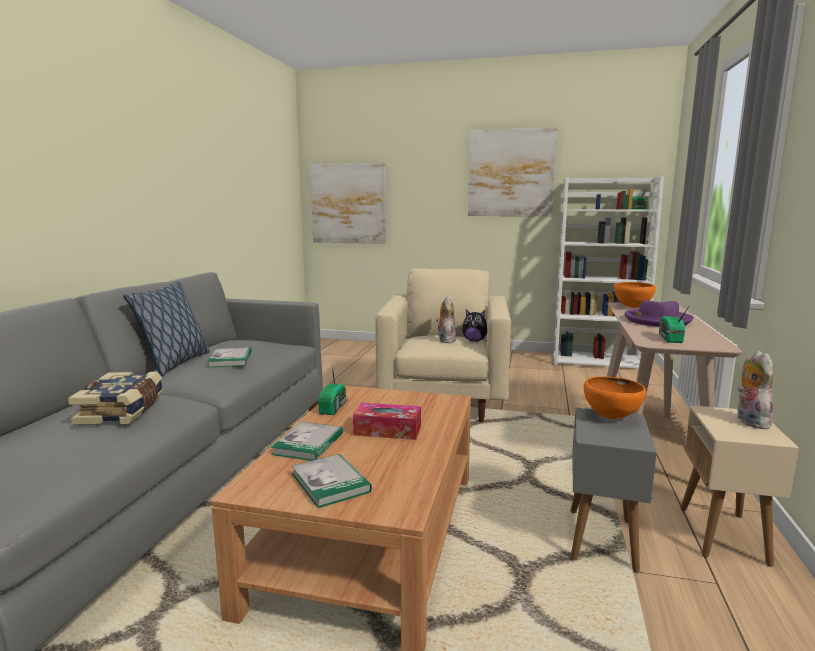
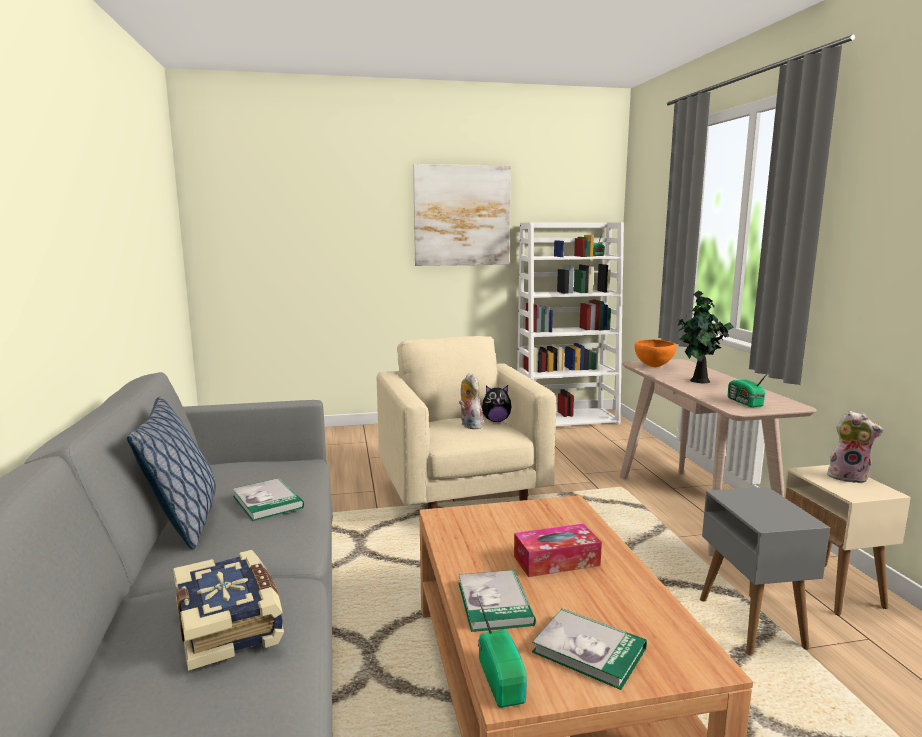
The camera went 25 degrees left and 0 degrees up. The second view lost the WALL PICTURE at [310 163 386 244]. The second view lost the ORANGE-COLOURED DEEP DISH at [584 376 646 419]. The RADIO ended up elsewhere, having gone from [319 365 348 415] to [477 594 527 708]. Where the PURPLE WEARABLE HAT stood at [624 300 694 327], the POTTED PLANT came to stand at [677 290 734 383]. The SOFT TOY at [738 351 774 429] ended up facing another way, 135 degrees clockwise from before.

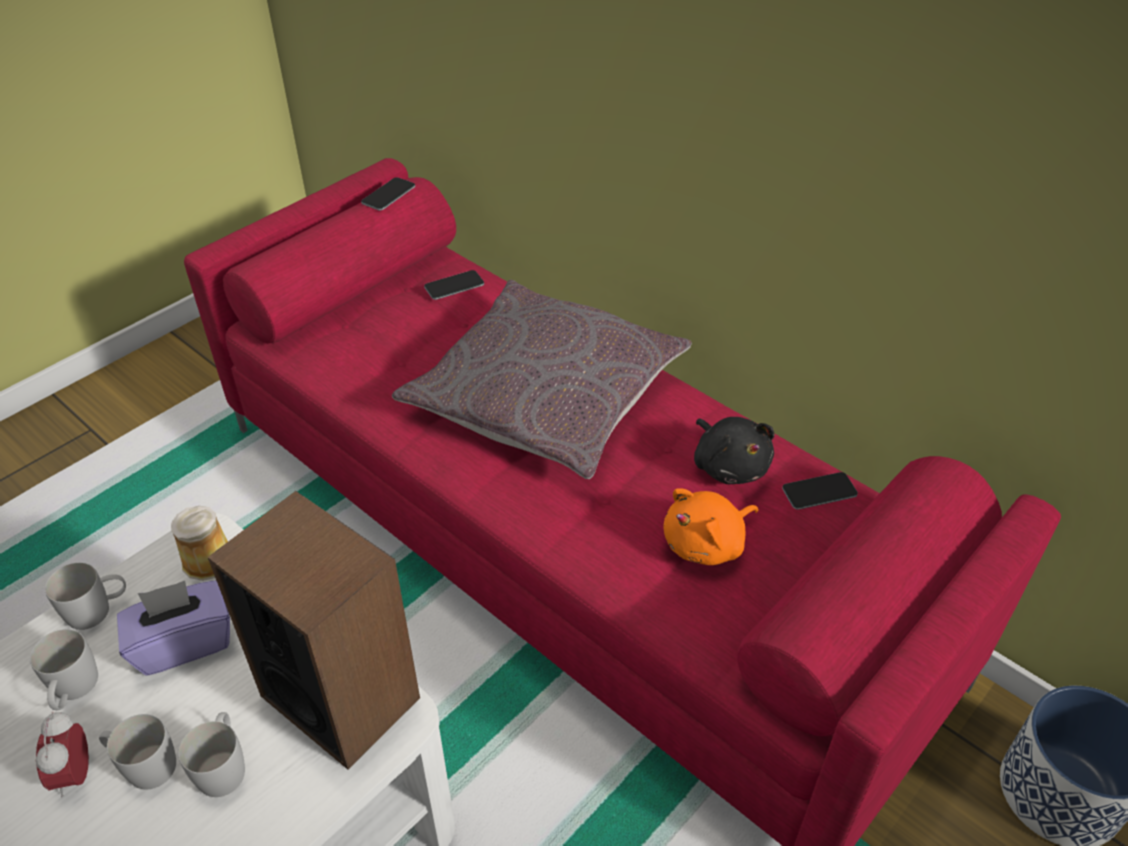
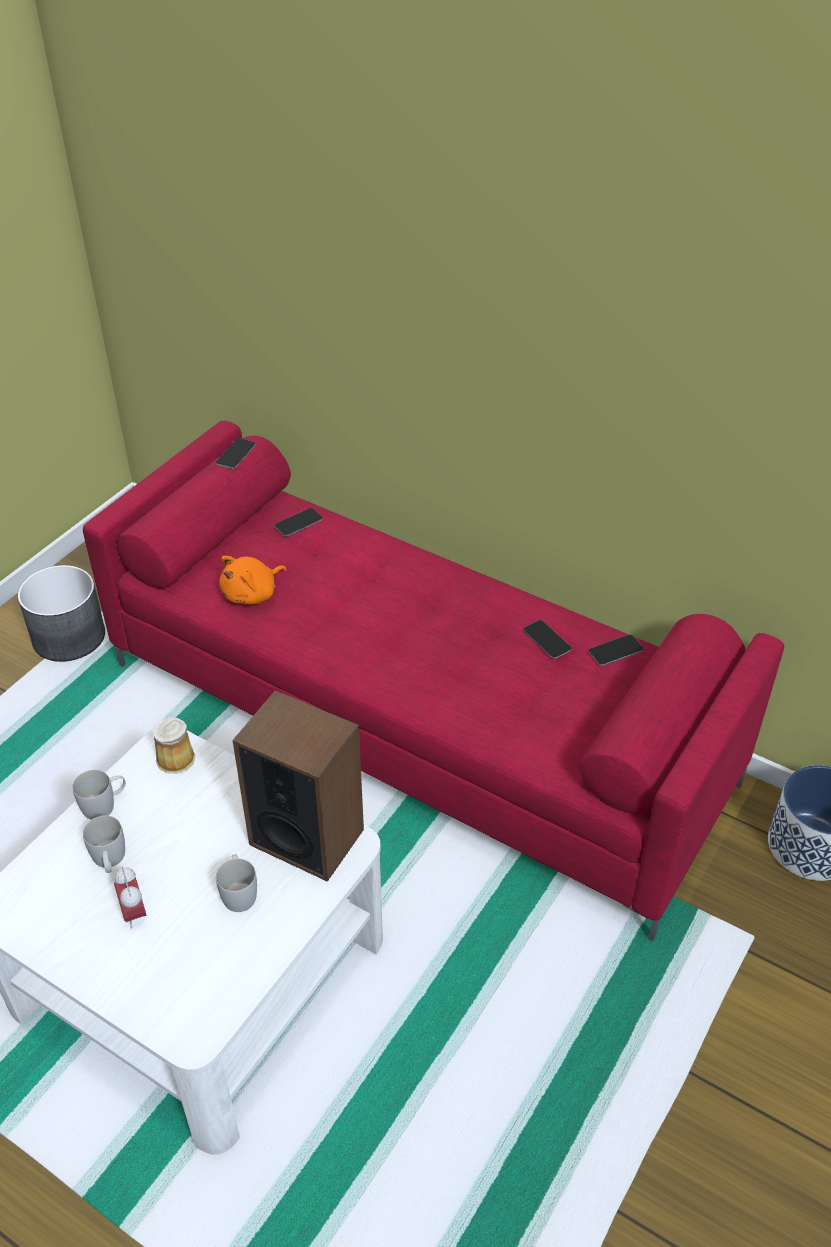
The camera went 10 degrees left and 0 degrees up. The second view lost the WHITISH COFFEE MUG at [99 714 176 790]. The second view lost the PURPLE BOX OF TISSUES at [117 580 230 675]. The second view lost the GREYISH THROW PILLOW at [392 280 692 479]. The second view gained the GREYISH FLOWER POT at [18 565 105 662]. The ORANGE-COLOURED SOFT TOY ended up elsewhere, having gone from [664 488 759 565] to [219 556 287 605]. Where the BLACKISH SOFT TOY stood at [694 417 775 484], the TELEPHONE came to stand at [523 620 572 659].

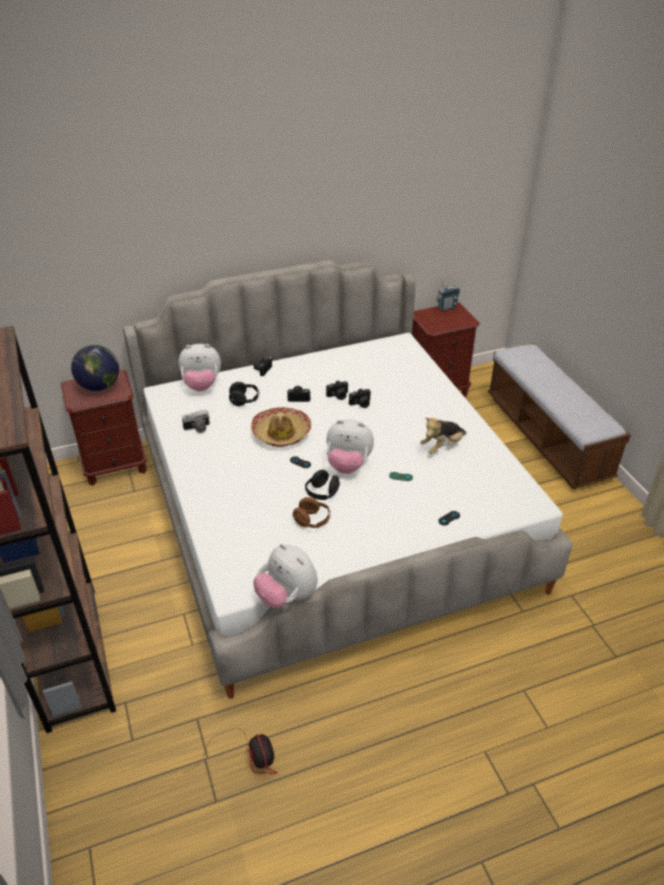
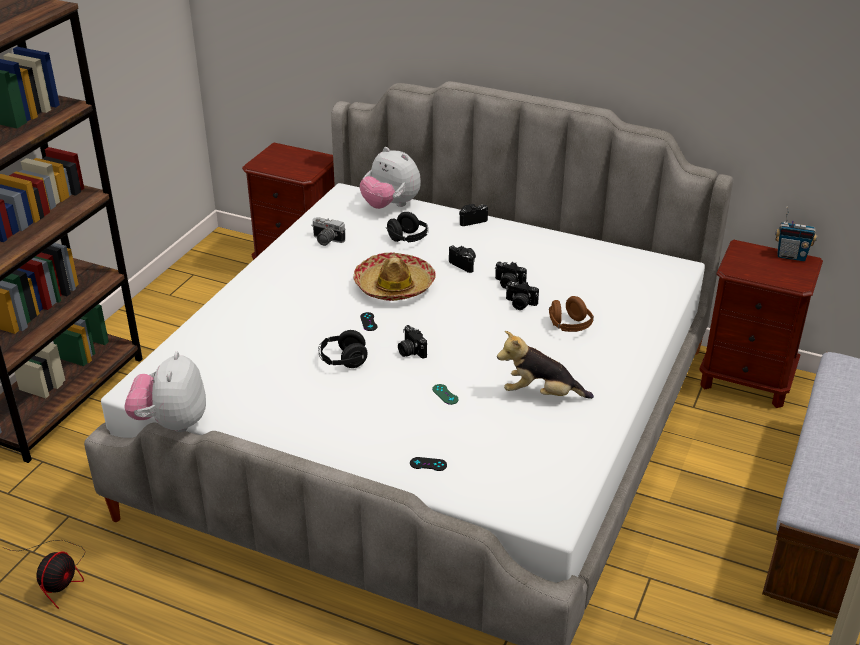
The camera went 45 degrees right and 5 degrees down. The second view lost the DESK GLOBE at [71 345 119 391]. The BROWN HEADSET ended up elsewhere, having gone from [292 497 331 528] to [549 296 594 332]. Where the SOFT TOY stood at [326 419 374 474], the STILL CAMERA came to stand at [398 325 427 359].

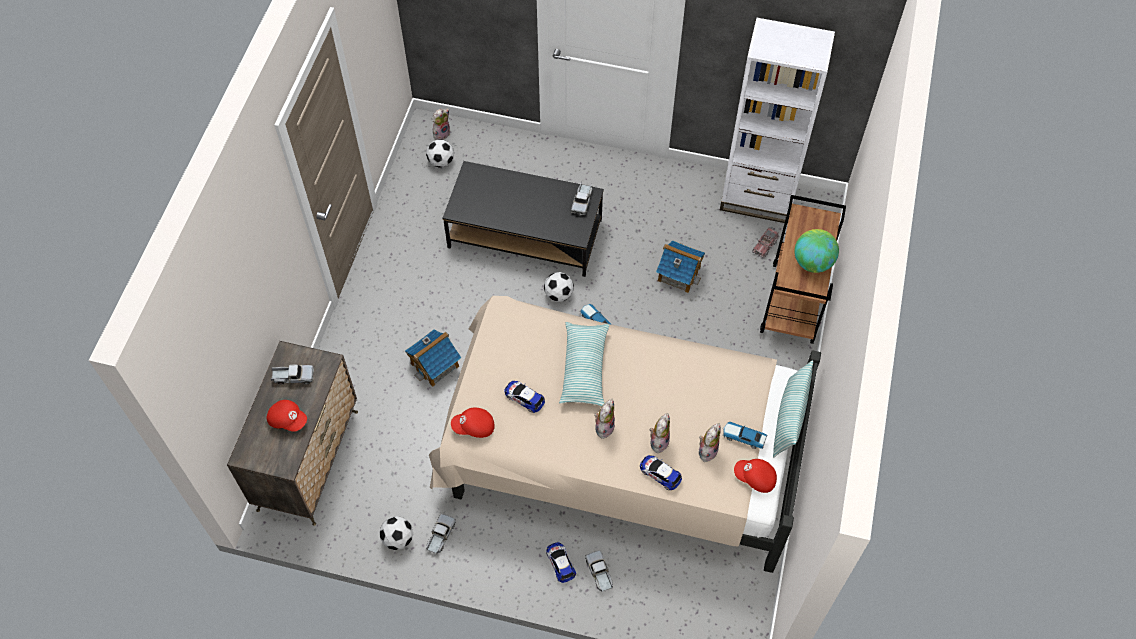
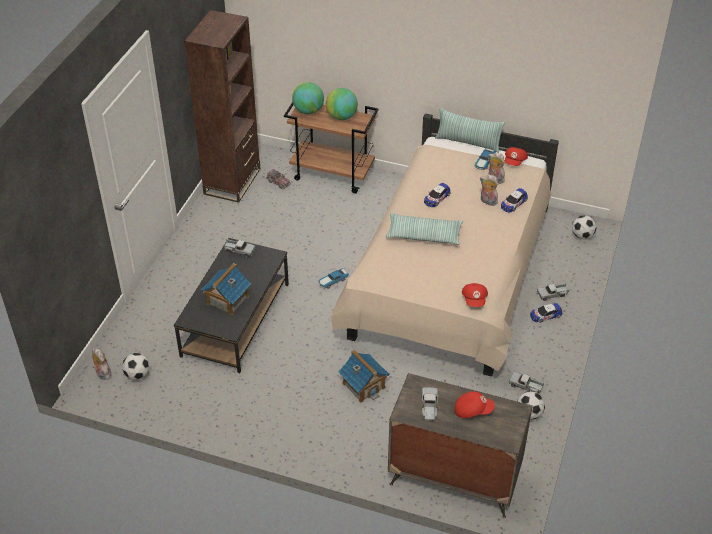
The camera went 85 degrees left and 15 degrees down. The second view lost the SOFT TOY at [594 399 615 439]. The second view gained the DESK GLOBE at [292 82 324 114]. The TOY CAR ended up elsewhere, having gone from [504 381 545 413] to [424 183 451 207]. The FOOTBALL BALL ended up elsewhere, having gone from [544 272 574 302] to [572 215 597 239]. The TOY HOUSE ended up elsewhere, having gone from [656 240 705 293] to [201 263 251 315]. What was the WHITISH BOOKSHELF at [720 18 835 224] turned into the BROWN BOOKSHELF at [184 10 260 203]. The RED-COLOURED BASEBALL CAP at [267 400 307 432] ended up facing another way, 60 degrees clockwise from before.

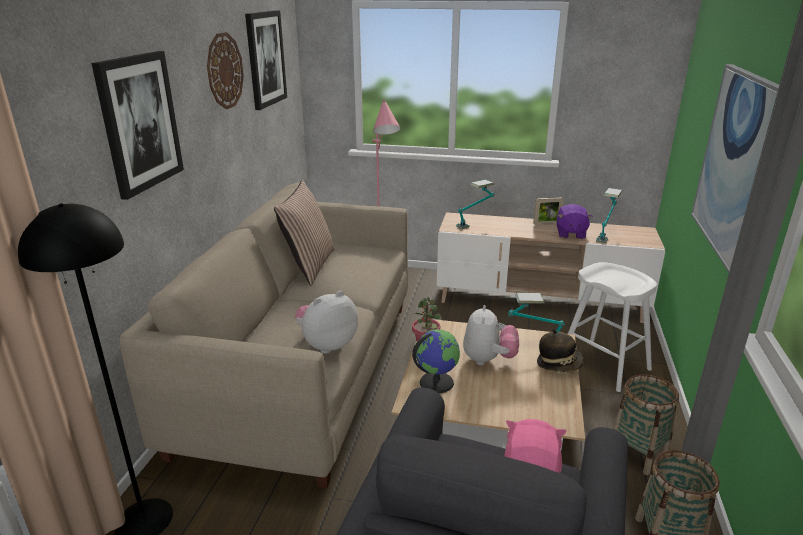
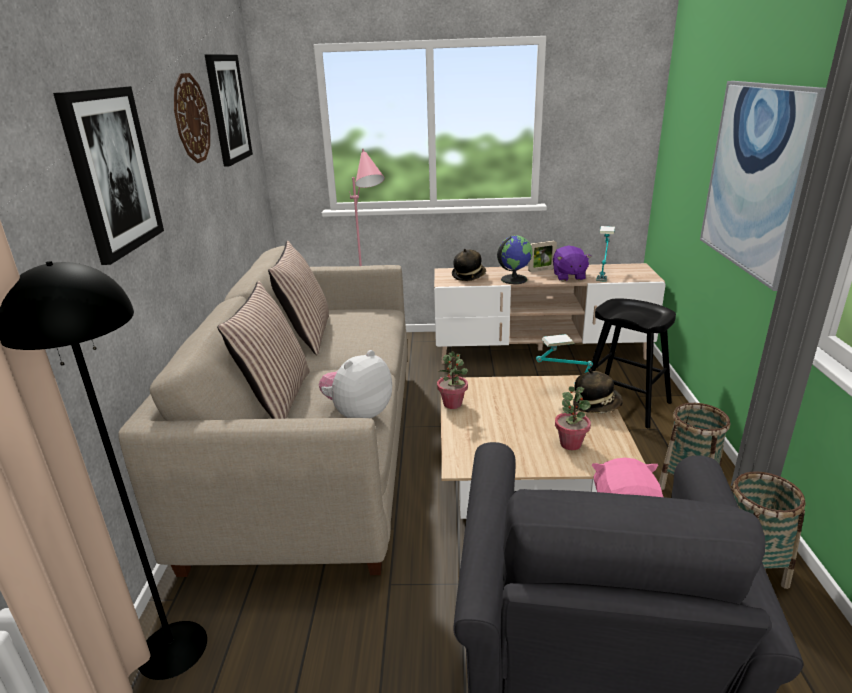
The camera went 10 degrees left and 0 degrees up. The second view lost the SOFT TOY at [463 305 519 365]. The second view gained the THROW PILLOW at [217 281 310 419]. The second view gained the POTTED PLANT at [555 386 591 450]. The DESK GLOBE ended up elsewhere, having gone from [412 329 460 393] to [497 235 533 284]. Where the TABLE LAMP stood at [456 180 494 229], the WEARABLE HAT came to stand at [452 249 486 281]. What was the WHITISH STOOL SEAT at [568 262 657 392] turned into the BLACKISH STOOL SEAT at [590 298 676 428].

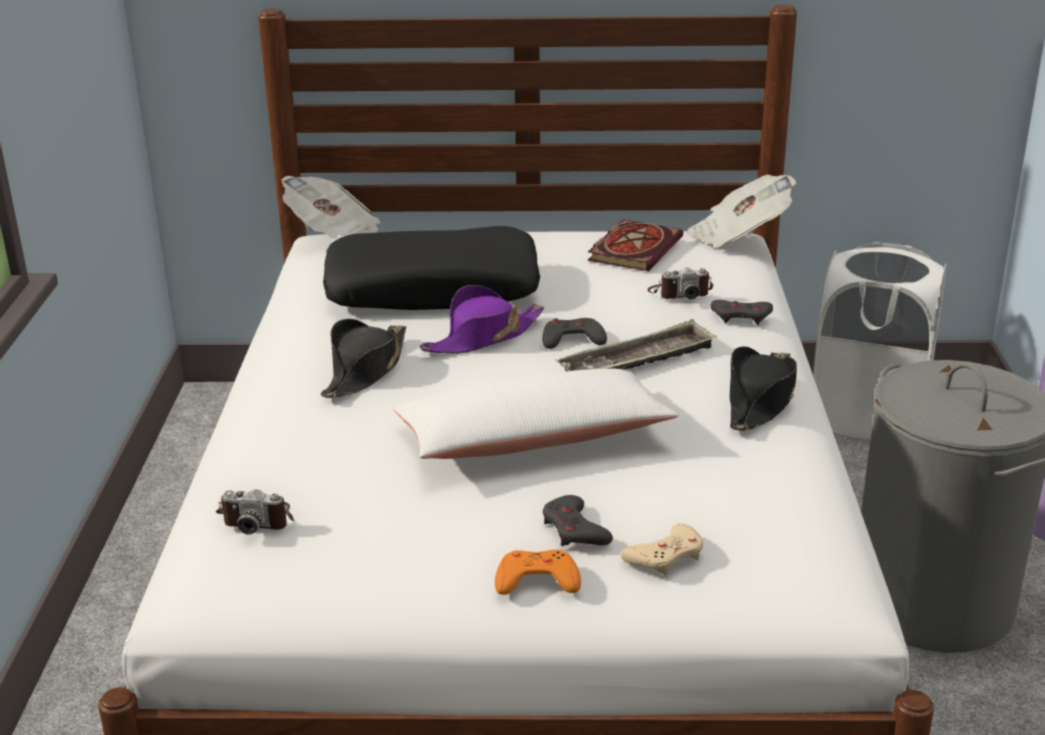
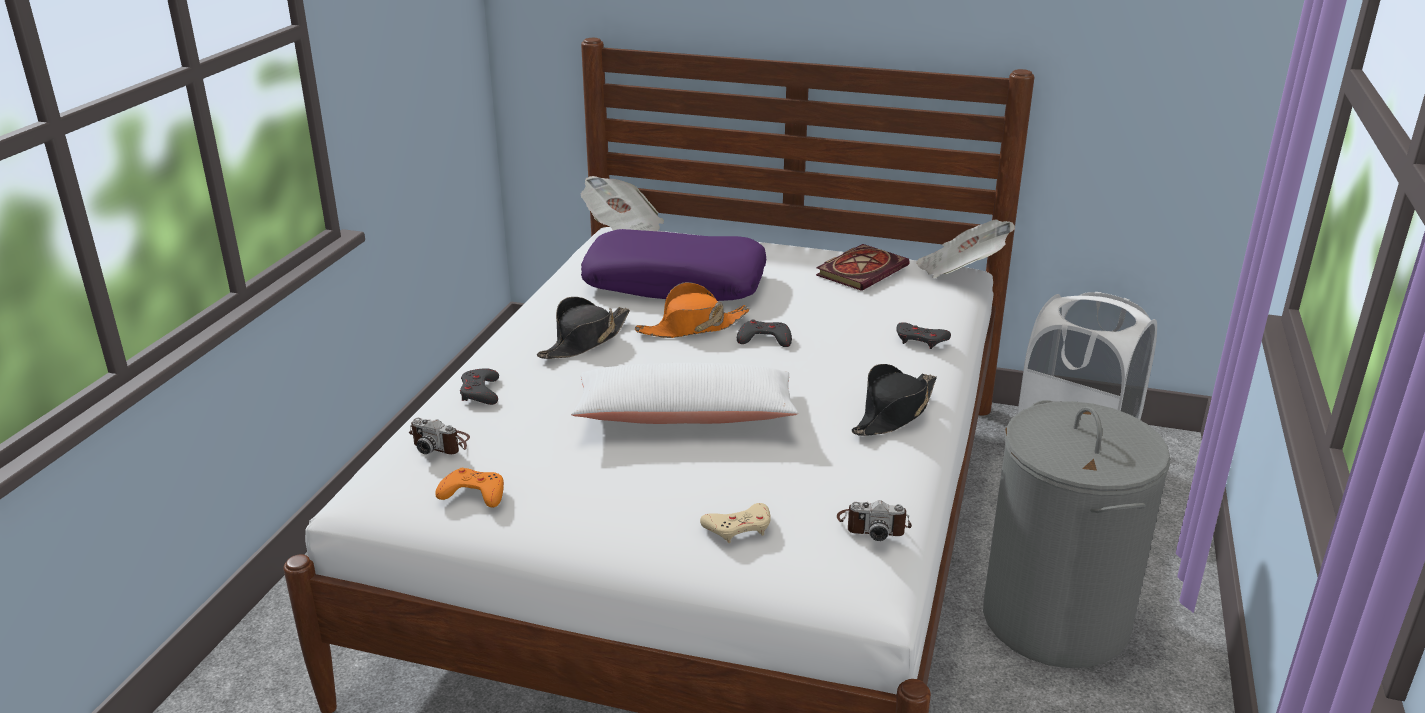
The camera went 15 degrees right and 0 degrees up. The second view lost the SERVING TRAY at [556 319 717 371]. The ORANGE-COLOURED JOYPAD ended up elsewhere, having gone from [495 550 581 595] to [435 468 504 507]. The GREYISH JOYPAD ended up elsewhere, having gone from [543 495 613 546] to [460 368 499 405]. The STILL CAMERA ended up elsewhere, having gone from [647 268 713 299] to [837 500 912 541]. What was the BLACKISH THROW PILLOW at [323 226 540 310] turned into the PURPLE THROW PILLOW at [581 229 766 301]. What was the PURPLE WEARABLE HAT at [420 285 544 354] turned into the ORANGE-COLOURED WEARABLE HAT at [635 282 750 338].

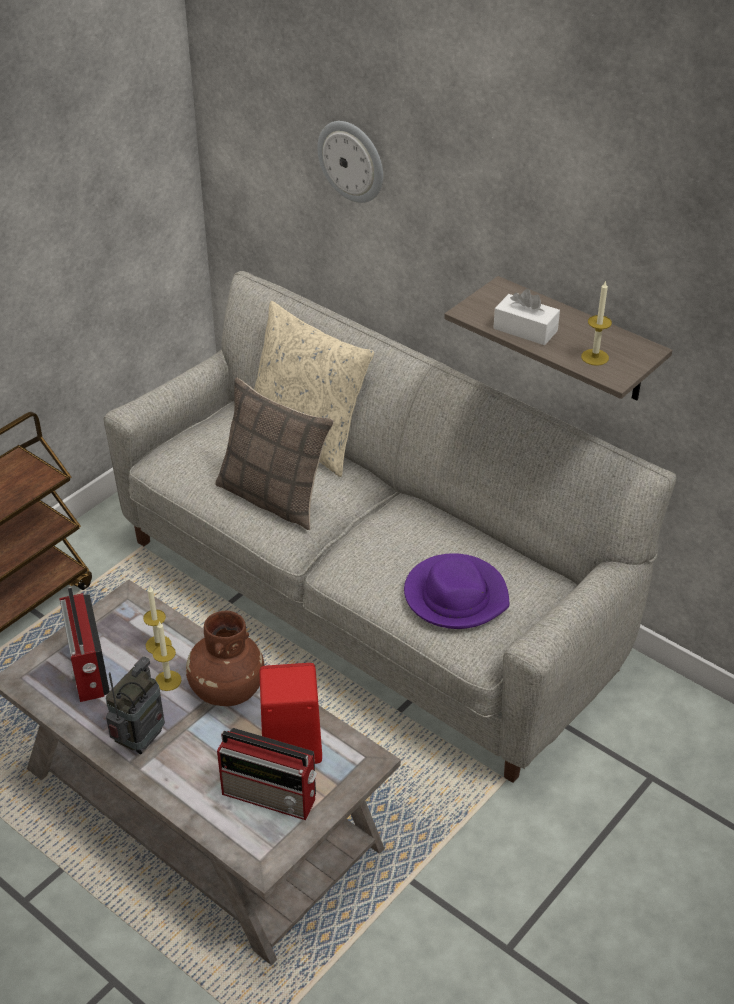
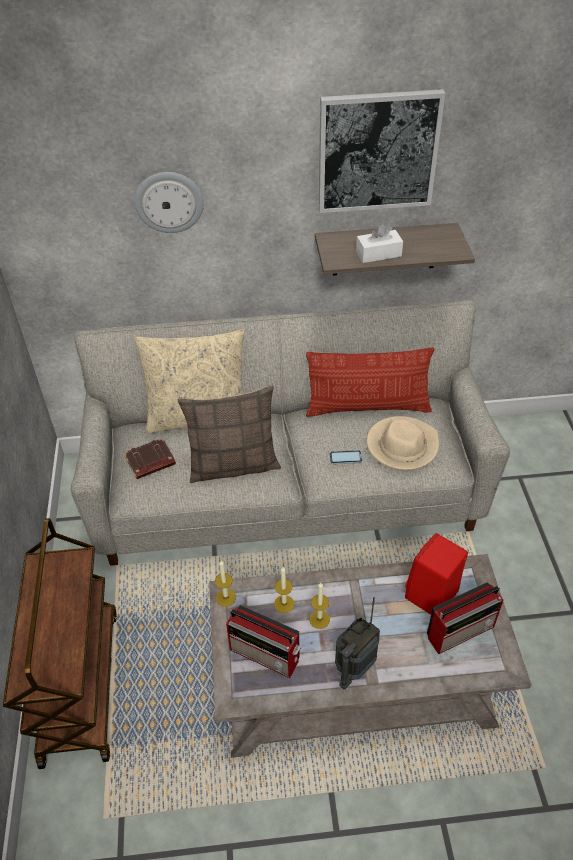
The camera went 45 degrees left and 5 degrees up. The second view lost the BROWN VASE at [186 611 264 706]. The second view gained the BROWN VOLUME at [124 438 176 479]. The second view gained the THROW PILLOW at [306 347 434 417]. The second view gained the WALL PICTURE at [319 89 445 213]. The second view gained the TELEPHONE at [330 450 362 464]. The CANDLE ended up elsewhere, having gone from [581 280 612 366] to [215 560 236 607]. What was the PURPLE WEARABLE HAT at [404 553 509 629] turned into the SAND-COLOURED WEARABLE HAT at [367 416 439 471]. The RADIO at [106 657 165 754] ended up facing another way, 120 degrees counterclockwise from before.

